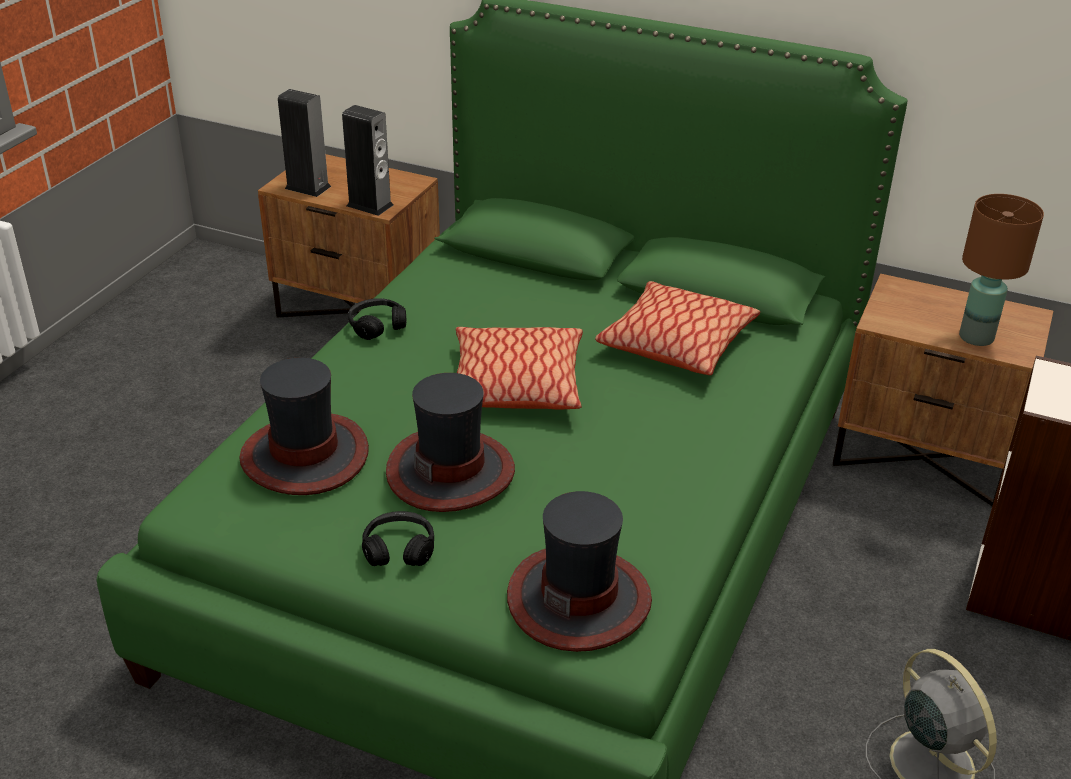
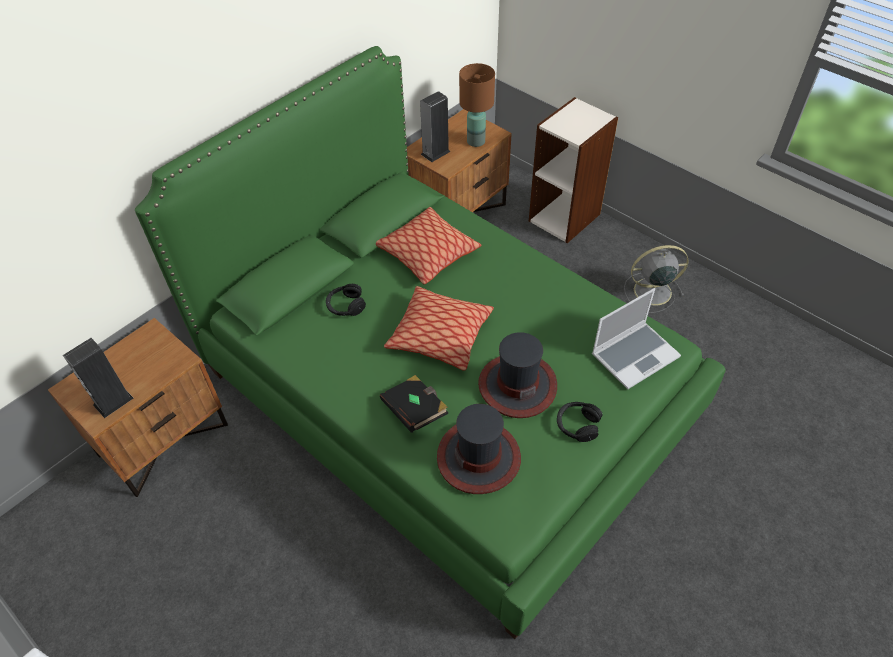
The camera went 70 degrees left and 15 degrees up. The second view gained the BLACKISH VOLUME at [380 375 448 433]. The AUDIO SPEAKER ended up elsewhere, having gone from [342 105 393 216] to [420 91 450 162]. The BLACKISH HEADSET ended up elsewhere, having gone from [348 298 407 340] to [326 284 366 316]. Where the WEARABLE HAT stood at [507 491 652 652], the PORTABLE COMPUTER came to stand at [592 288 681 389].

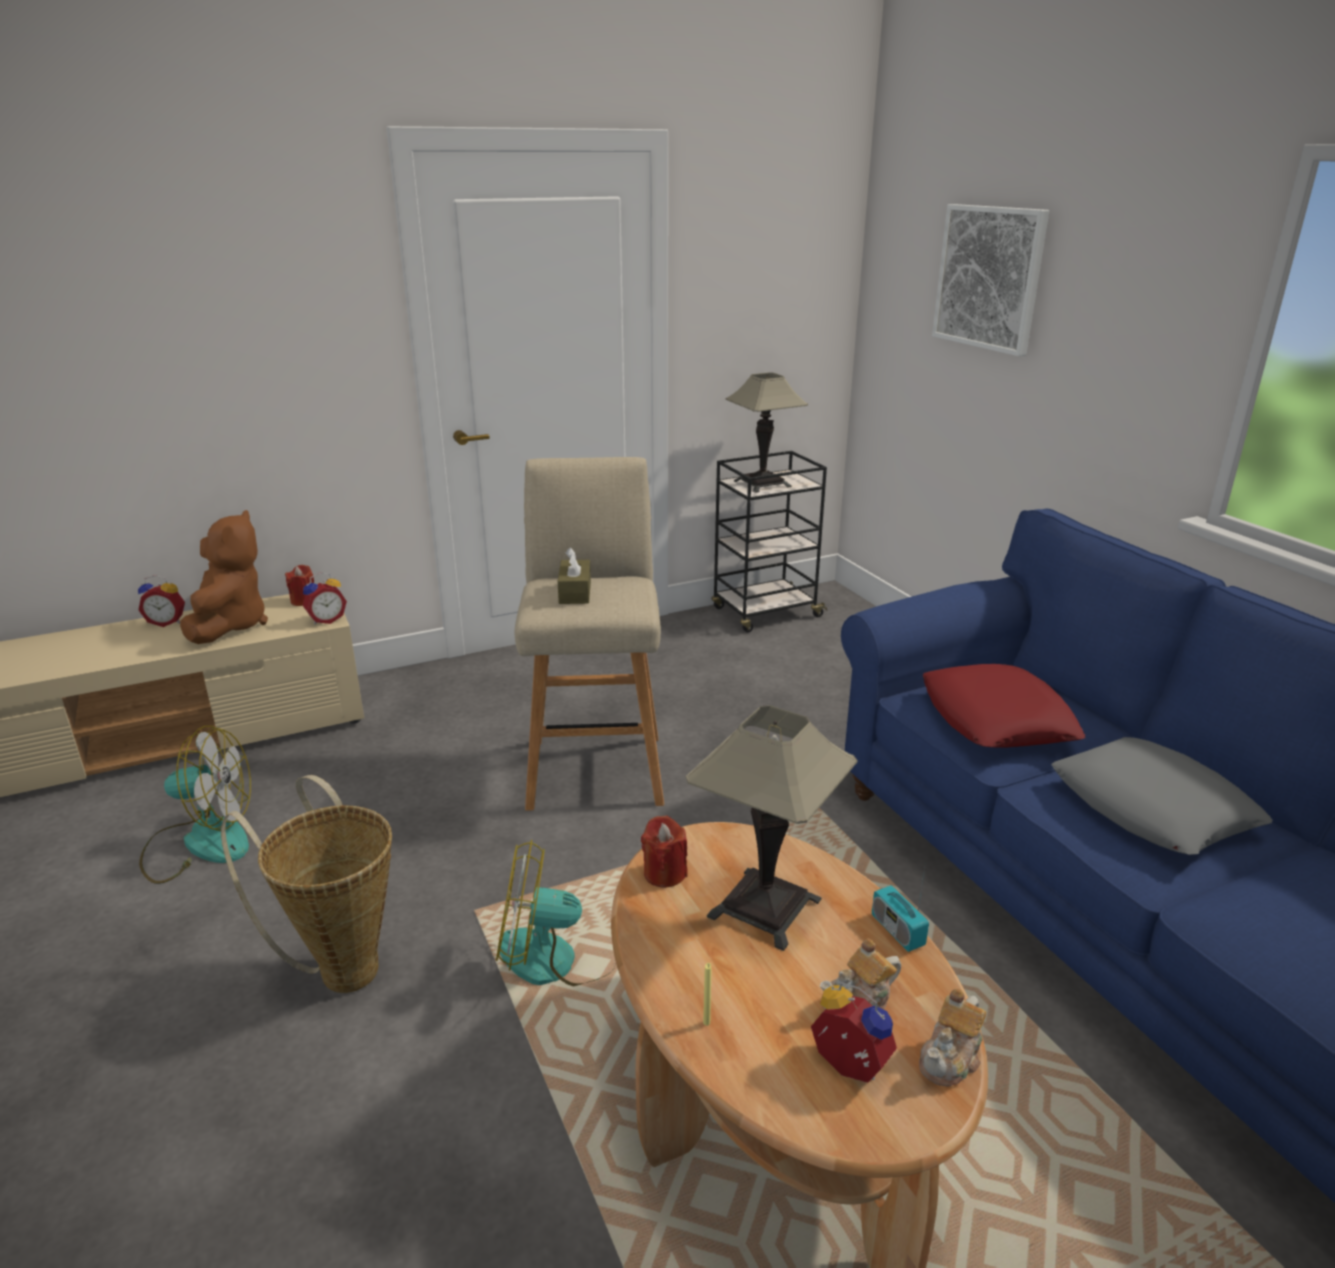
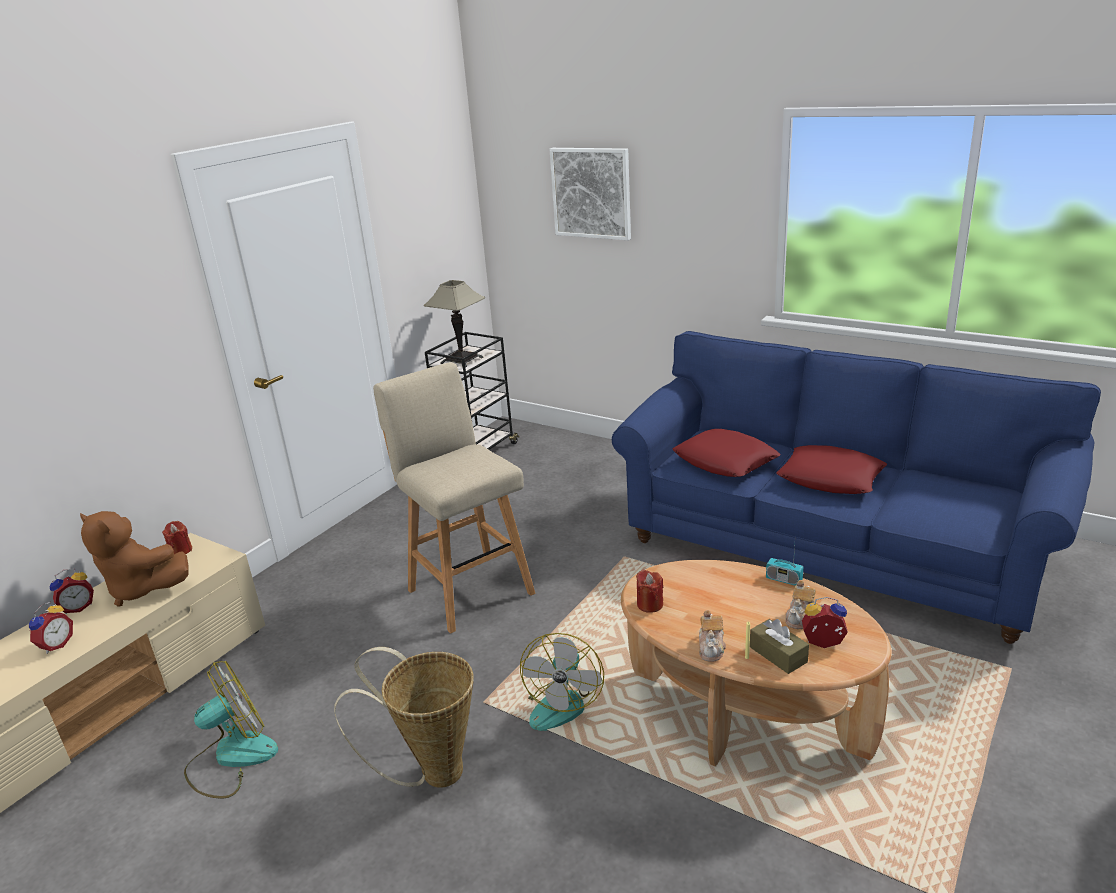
The camera went 30 degrees left and 0 degrees up. The second view lost the TABLE LAMP at [686 705 858 951]. The BEDSIDE CLOCK ended up elsewhere, having gone from [303 573 347 625] to [29 602 73 654]. The BROWN BOX OF TISSUES ended up elsewhere, having gone from [558 547 591 604] to [750 619 809 674]. The POT FOR TEA ended up elsewhere, having gone from [919 989 986 1087] to [699 610 726 662]. What was the GREYISH THROW PILLOW at [1052 737 1273 855] turned into the RED-COLOURED THROW PILLOW at [777 445 887 494]. The BROWN SOFT TOY at [180 510 268 644] ended up facing another way, 150 degrees clockwise from before. The FAN at [496 840 616 986] ended up facing another way, 45 degrees counterclockwise from before.

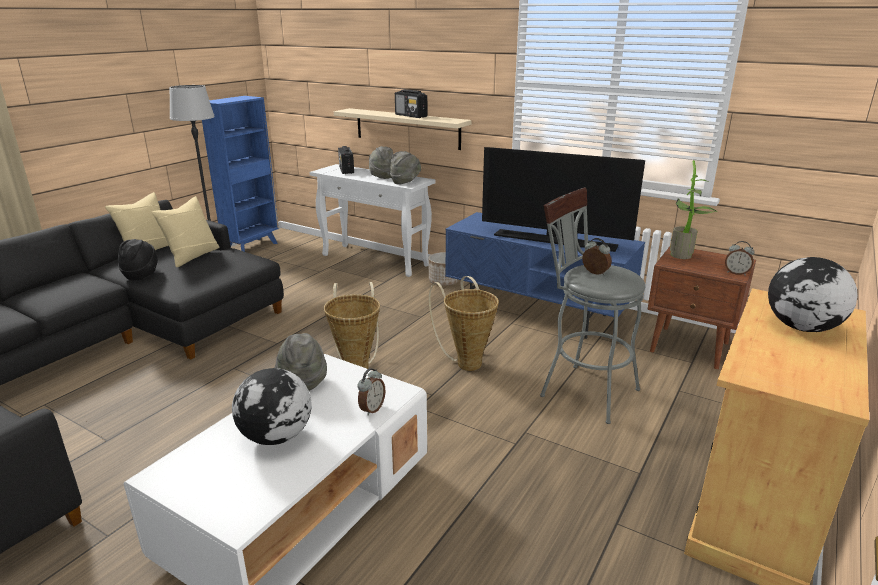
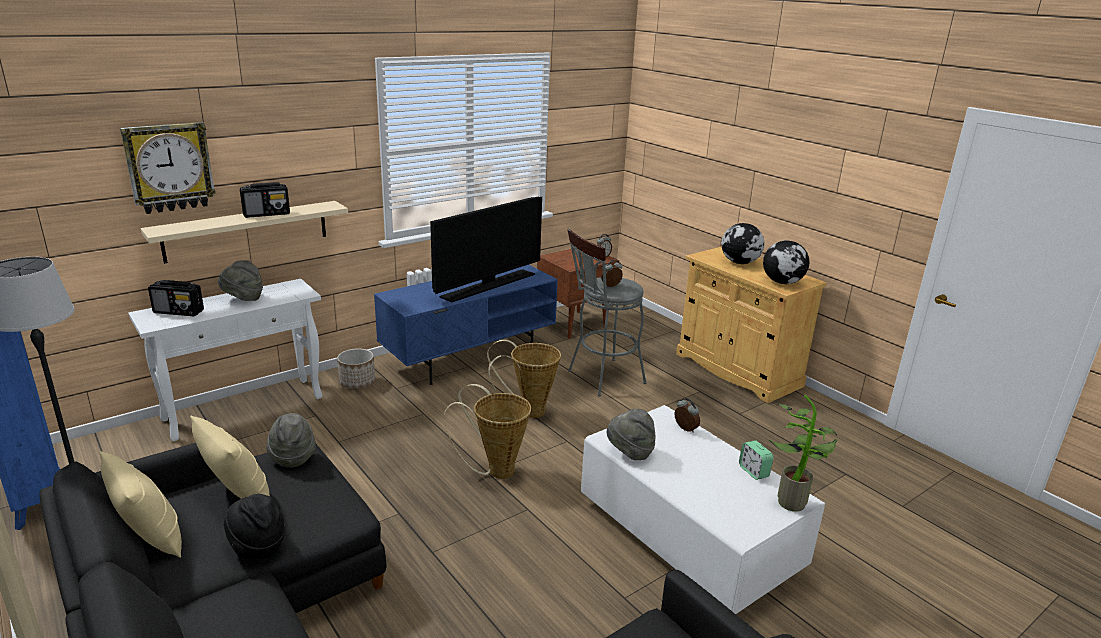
The camera went 70 degrees left and 0 degrees up. The second view gained the CLOCK ON THE WALL at [120 122 216 214]. The second view gained the BEDSIDE CLOCK at [739 440 774 480]. The DESK GLOBE ended up elsewhere, having gone from [232 368 311 445] to [763 241 809 284]. The GREYISH WEARABLE HAT ended up elsewhere, having gone from [390 151 421 185] to [266 413 316 468]. The POTTED PLANT ended up elsewhere, having gone from [670 160 717 259] to [769 395 838 512].

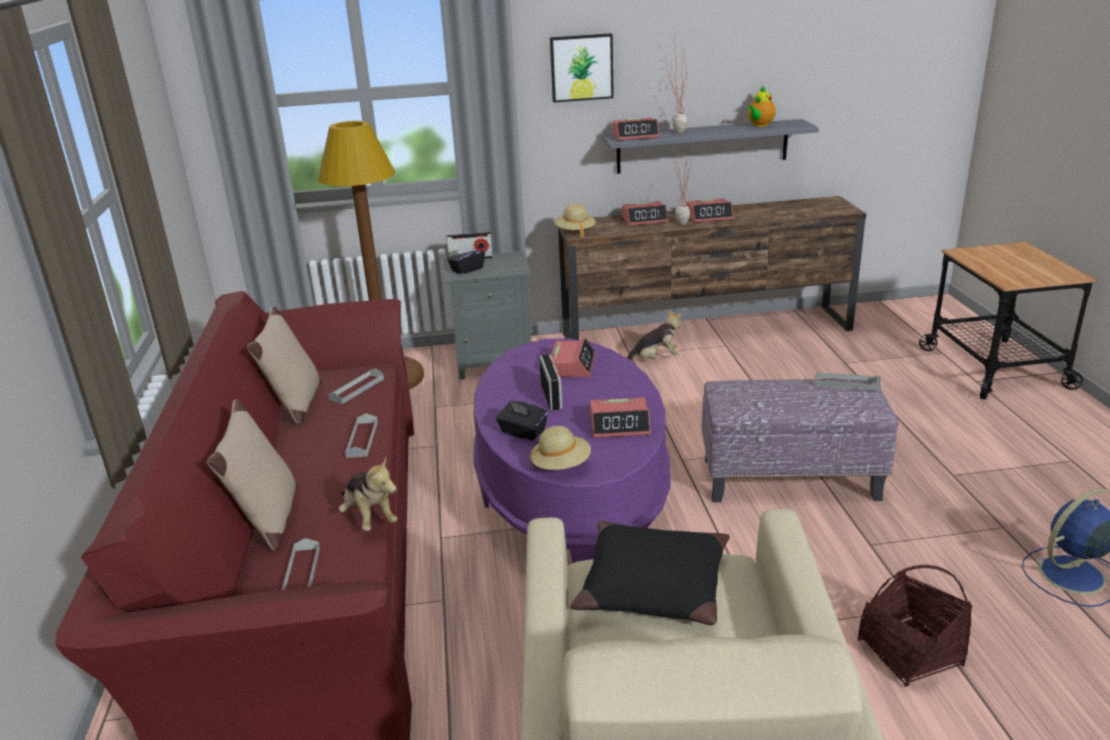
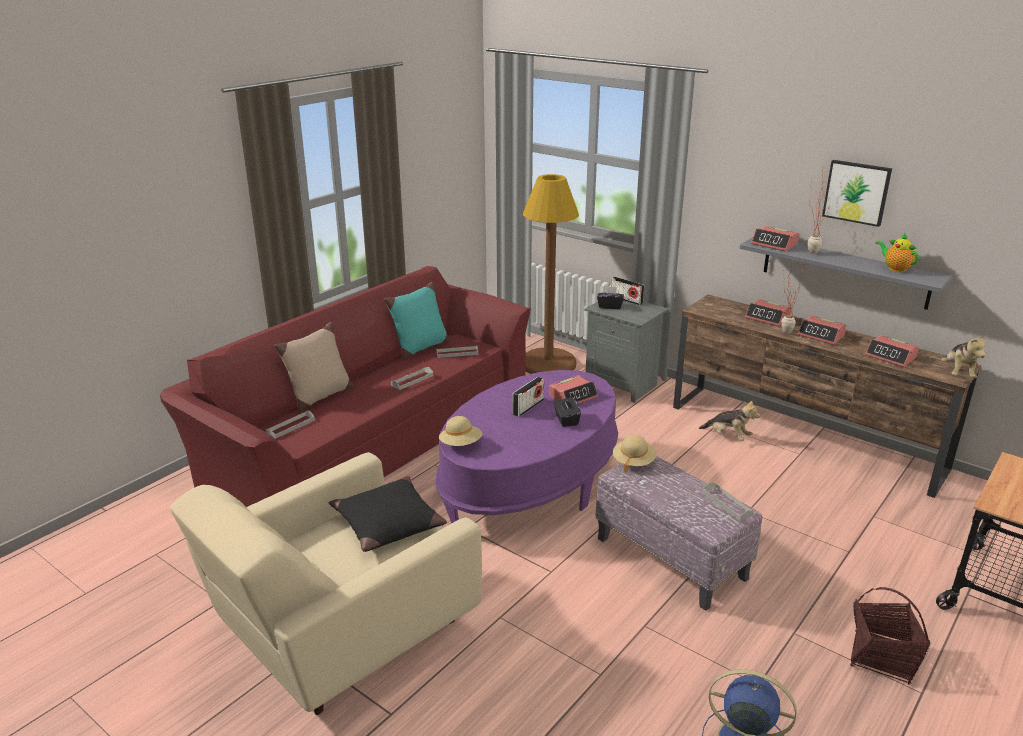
The camera went 45 degrees right and 0 degrees up. The SOFT TOY ended up elsewhere, having gone from [339 457 397 531] to [941 335 987 378]. The BLACKISH BOX OF TISSUES ended up elsewhere, having gone from [496 401 548 441] to [554 397 581 427]. The WALL PICTURE ended up elsewhere, having gone from [550 33 614 103] to [822 160 892 227]. The SAND-COLOURED WEARABLE HAT ended up elsewhere, having gone from [554 203 596 238] to [613 435 656 473]. The BEDSIDE CLOCK ended up elsewhere, having gone from [590 397 651 438] to [865 335 919 367]. The HOUSEHOLD BASKET ended up elsewhere, having gone from [858 565 972 687] to [850 587 931 685]. What was the SAND-COLOURED THROW PILLOW at [247 306 322 425] turned into the TURQUOISE THROW PILLOW at [384 282 450 359]. The POT FOR TEA at [748 86 776 127] ended up facing another way, 60 degrees clockwise from before.

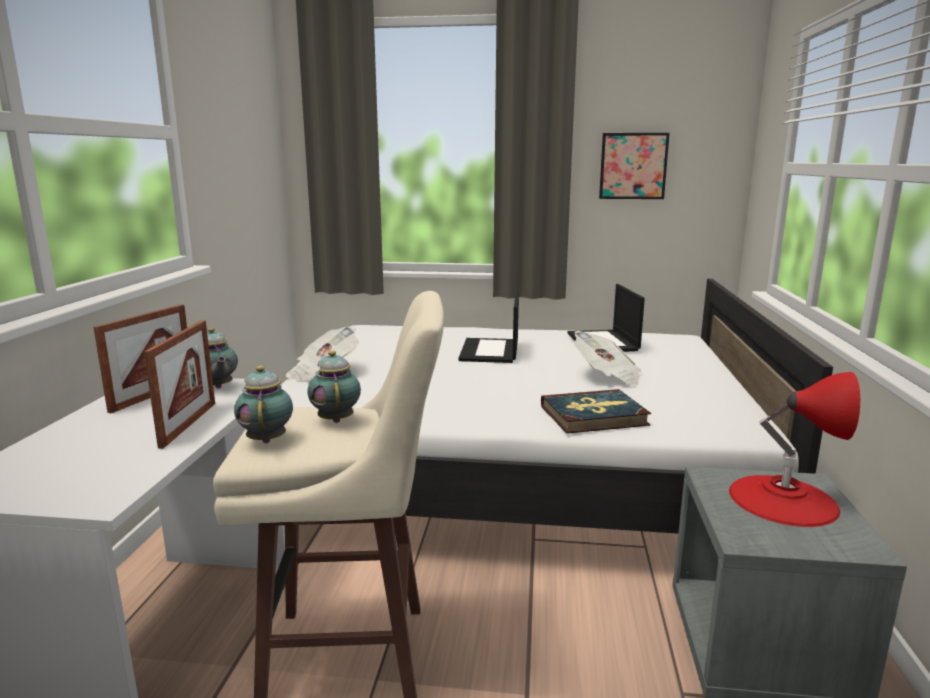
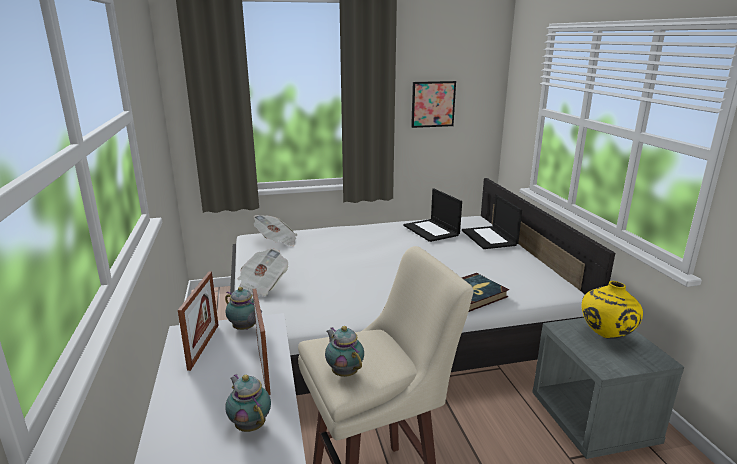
The camera went 20 degrees left and 5 degrees up. The POT FOR TEA ended up elsewhere, having gone from [307 350 361 423] to [225 374 271 432]. The PORTABLE COMPUTER ended up elsewhere, having gone from [458 291 519 363] to [462 195 522 249]. The PRINTED PAPER ended up elsewhere, having gone from [574 331 641 386] to [254 215 297 246]. Where the RED-COLOURED TABLE LAMP stood at [729 372 860 527], the YELLOW-COLOURED VASE came to stand at [582 281 643 339].

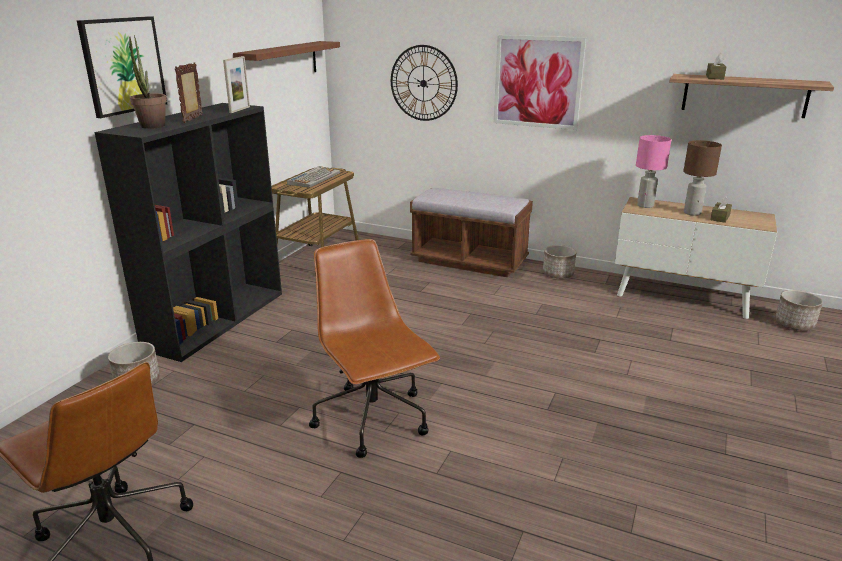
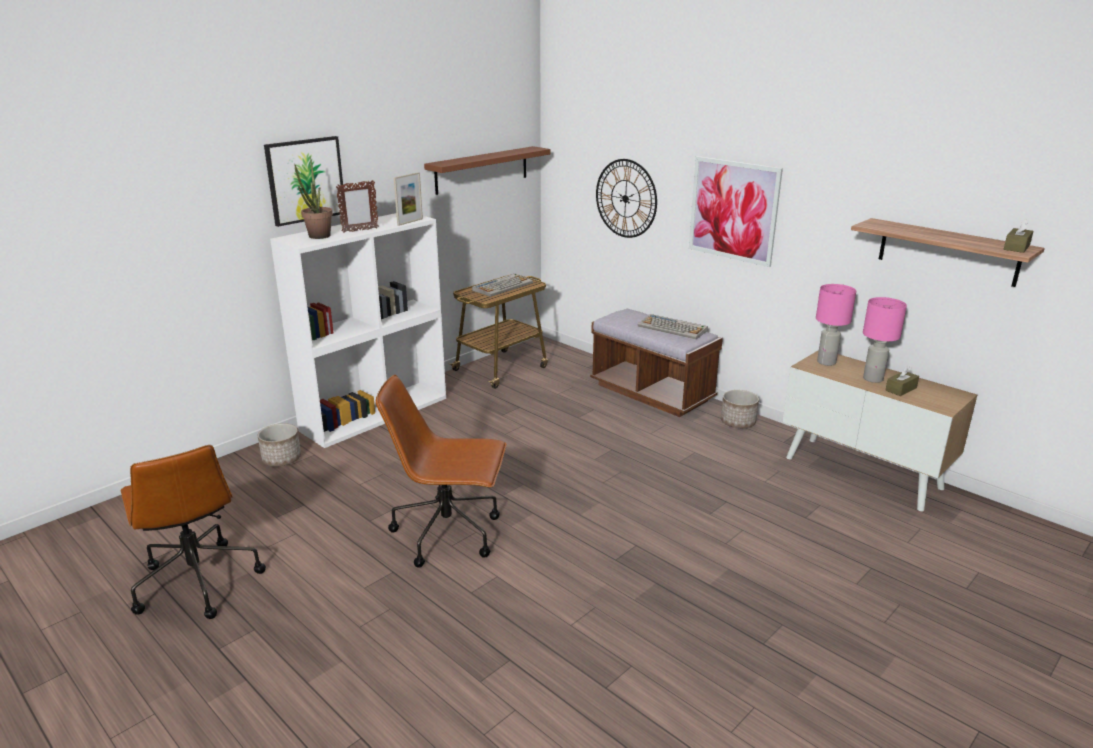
The camera went 20 degrees right and 0 degrees up. The second view lost the FLOWER POT at [775 290 823 331]. The second view gained the KEYBOARD at [638 314 708 339]. The BROWN BOX OF TISSUES ended up elsewhere, having gone from [706 53 726 79] to [1004 219 1034 253]. What was the BLACKISH BOOKSHELF at [95 103 282 362] turned into the WHITISH BOOKSHELF at [270 213 446 448]. What was the BROWN TABLE LAMP at [683 140 722 216] turned into the PINK-COLOURED TABLE LAMP at [863 297 907 383]. The STANDING FRAME at [175 62 203 123] ended up facing another way, 150 degrees counterclockwise from before. The BROWN COMPUTER CHAIR at [309 239 440 458] ended up facing another way, 75 degrees counterclockwise from before.

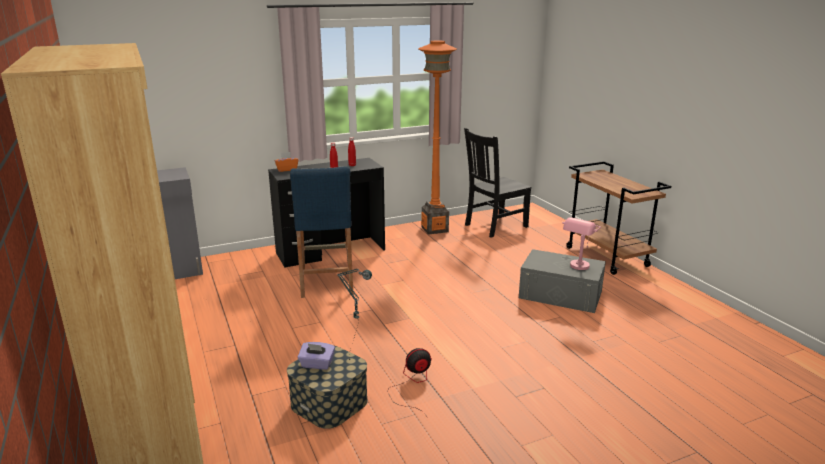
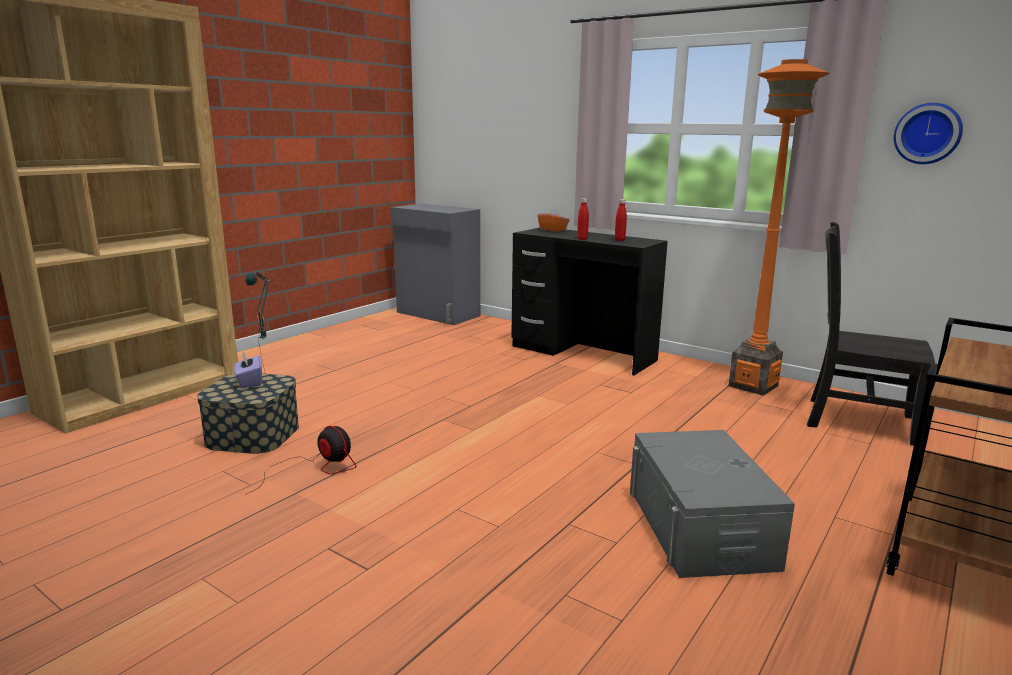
The camera went 60 degrees right and 5 degrees down. The second view lost the BLUISH STOOL SEAT at [290 166 353 298]. The second view lost the PINK-COLOURED TABLE LAMP at [562 217 601 270]. The second view gained the CLOCK ON THE WALL at [894 103 963 164].

